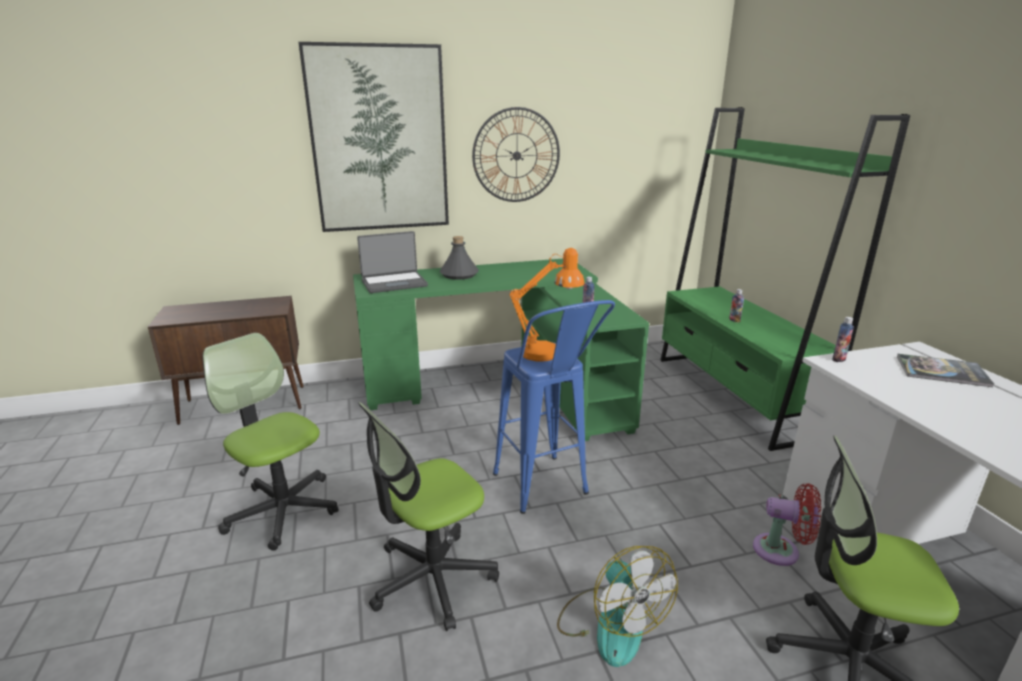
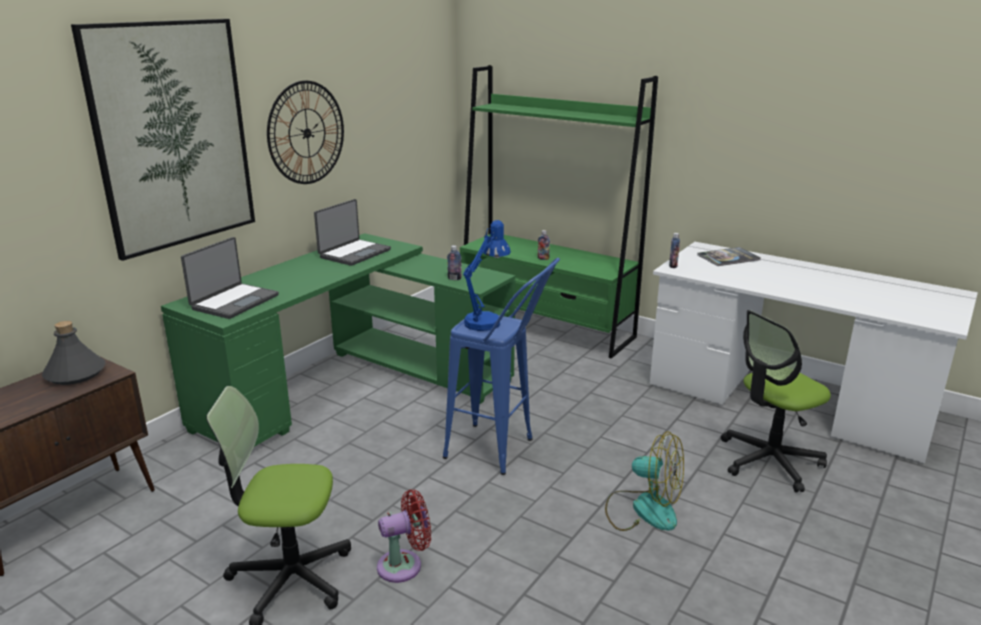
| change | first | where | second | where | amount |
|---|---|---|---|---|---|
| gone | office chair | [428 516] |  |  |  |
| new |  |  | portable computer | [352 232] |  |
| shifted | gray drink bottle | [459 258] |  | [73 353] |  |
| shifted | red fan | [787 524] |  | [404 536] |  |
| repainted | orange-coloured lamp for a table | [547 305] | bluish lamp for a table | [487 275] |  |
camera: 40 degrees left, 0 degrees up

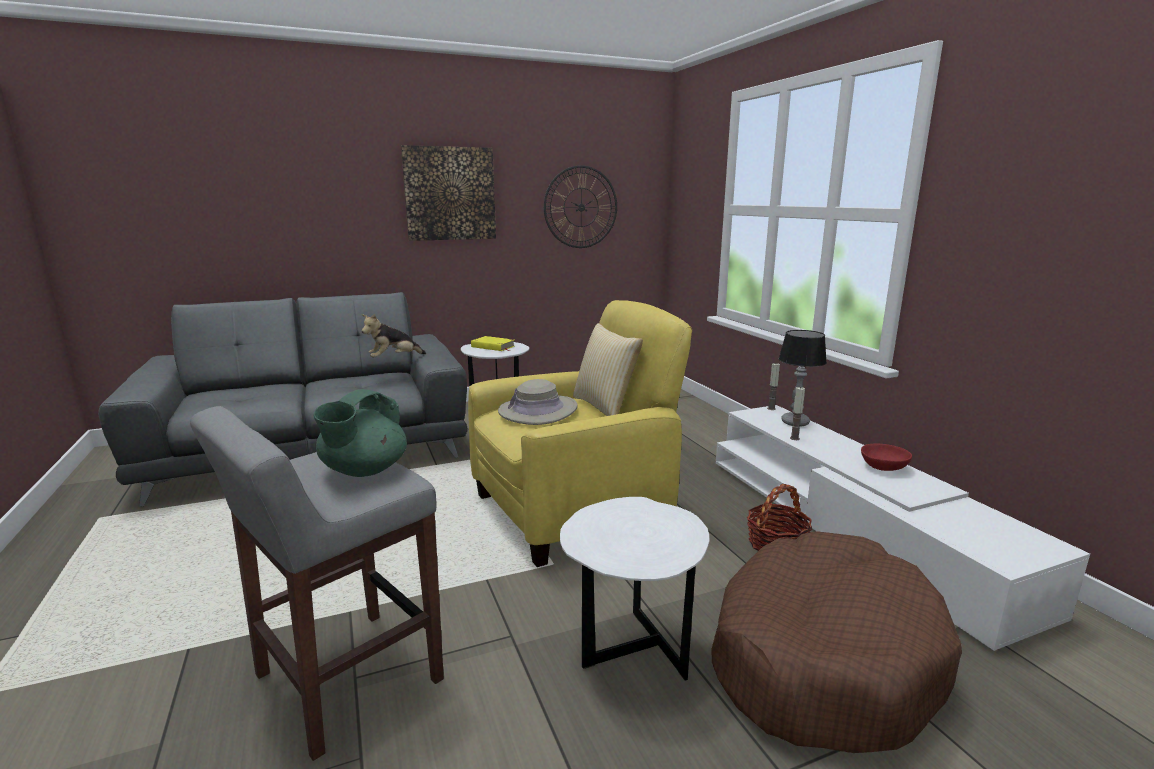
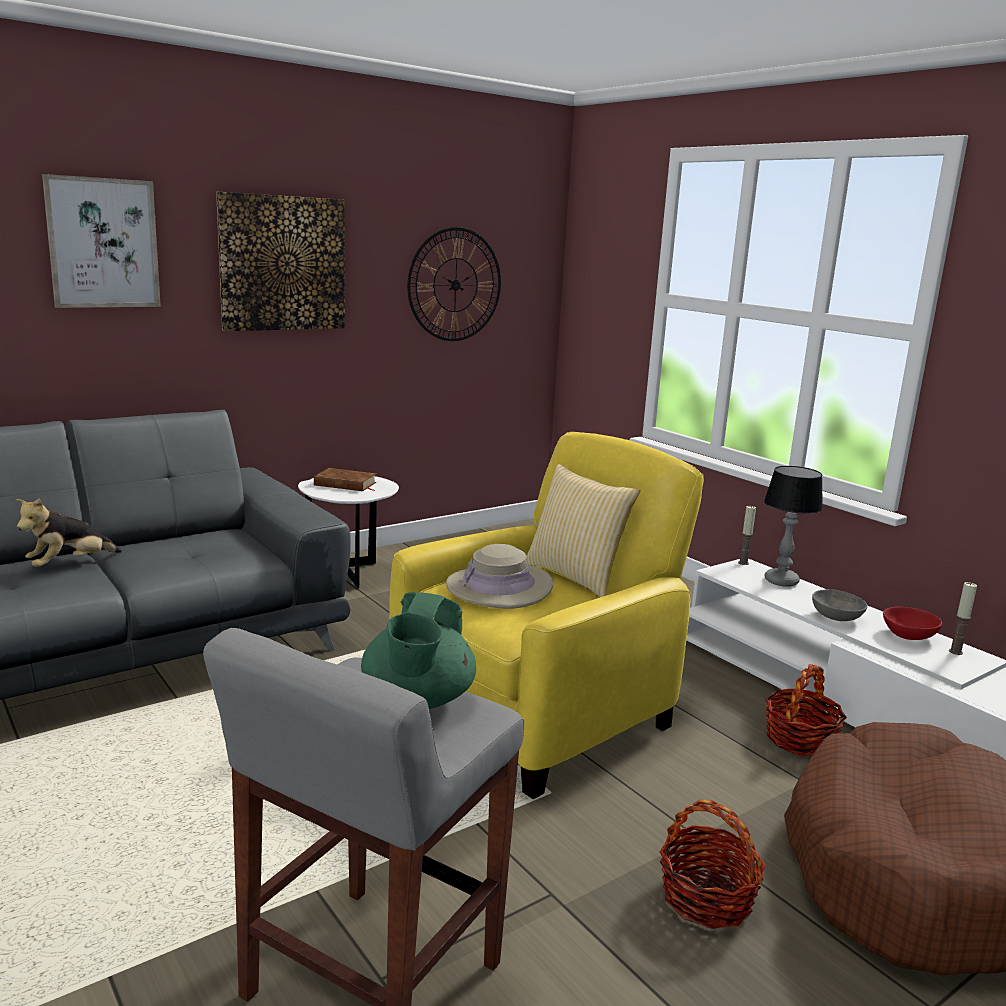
| change | first | where | second | where | amount |
|---|---|---|---|---|---|
| new |  |  | picture | [101 241] |  |
| new |  |  | gray deep dish | [840 605] |  |
| shifted | plush toy | [393 336] |  | [68 532] |  |
| shifted | wax candle | [797 413] |  | [963 618] |  |
| swapped | white-coloured accent table | [634 589] | household basket | [713 864] |  |
| repainted | yellowish volume | [493 343] | brown volume | [345 479] |  |
camera: 15 degrees left, 0 degrees up

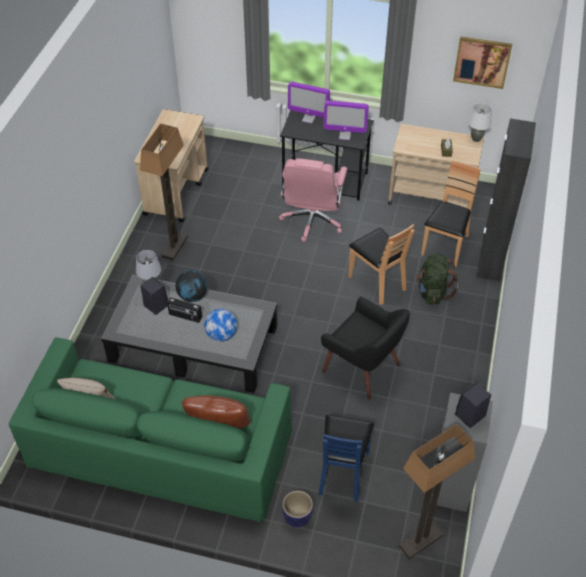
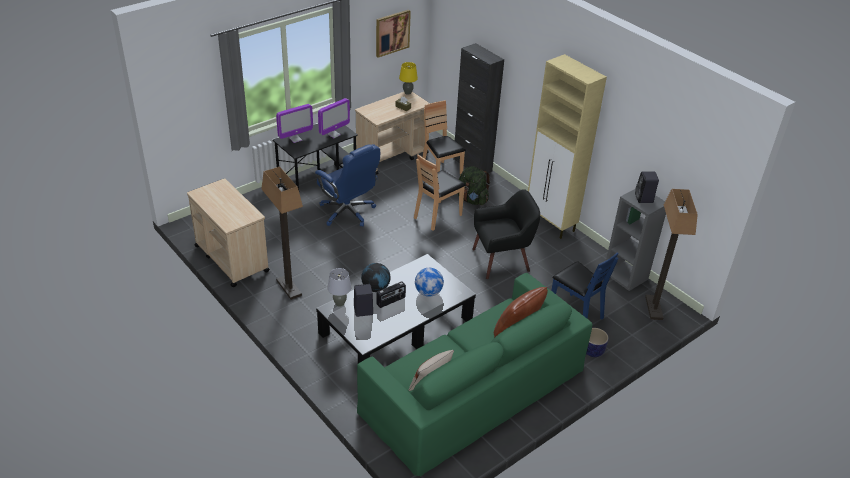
| change | first | where | second | where | amount |
|---|---|---|---|---|---|
| new |  |  | sand-coloured storage cabinet | [567 146] |  |
| repainted | pink office chair | [313 200] | bluish office chair | [347 185] |  |
| repainted | white-coloured lamp for a table | [480 122] | yellowish lamp for a table | [408 78] |  |
| rotated | brown chair | [381 264] |  | [440 192] | 135 degrees clockwise |
camera: 55 degrees left, 10 degrees down

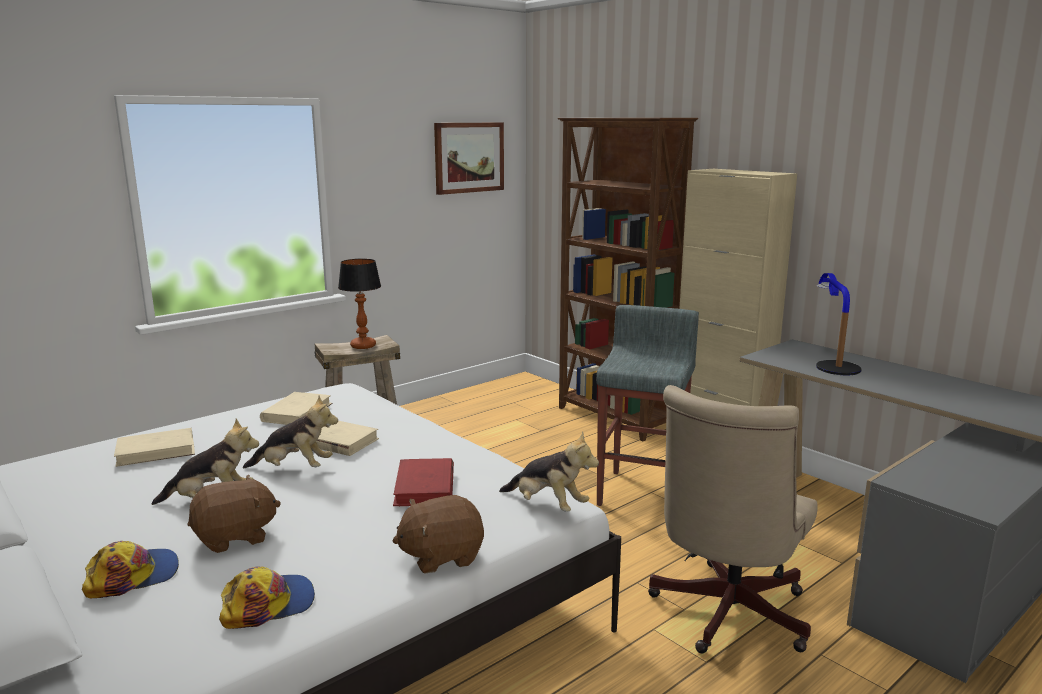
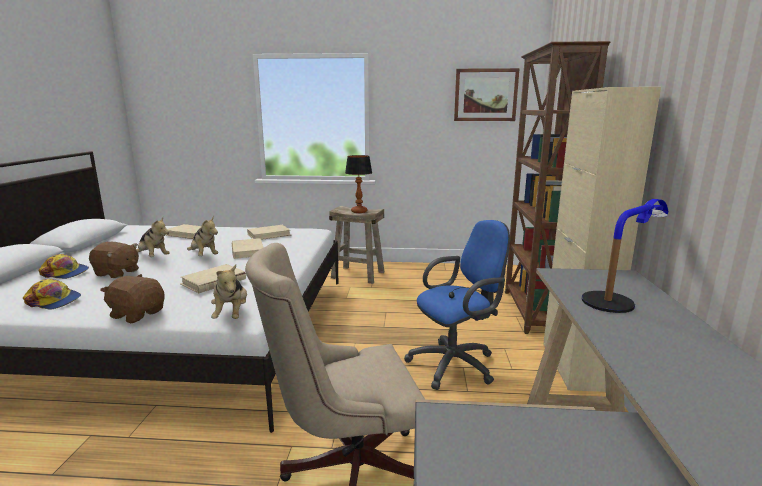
| change | first | where | second | where | amount |
|---|---|---|---|---|---|
| swapped | gray stool | [647 405] | bluish office chair | [457 305] |  |
| repainted | red volume | [423 482] | sand-coloured volume | [213 278] |  |
camera: 45 degrees right, 0 degrees up

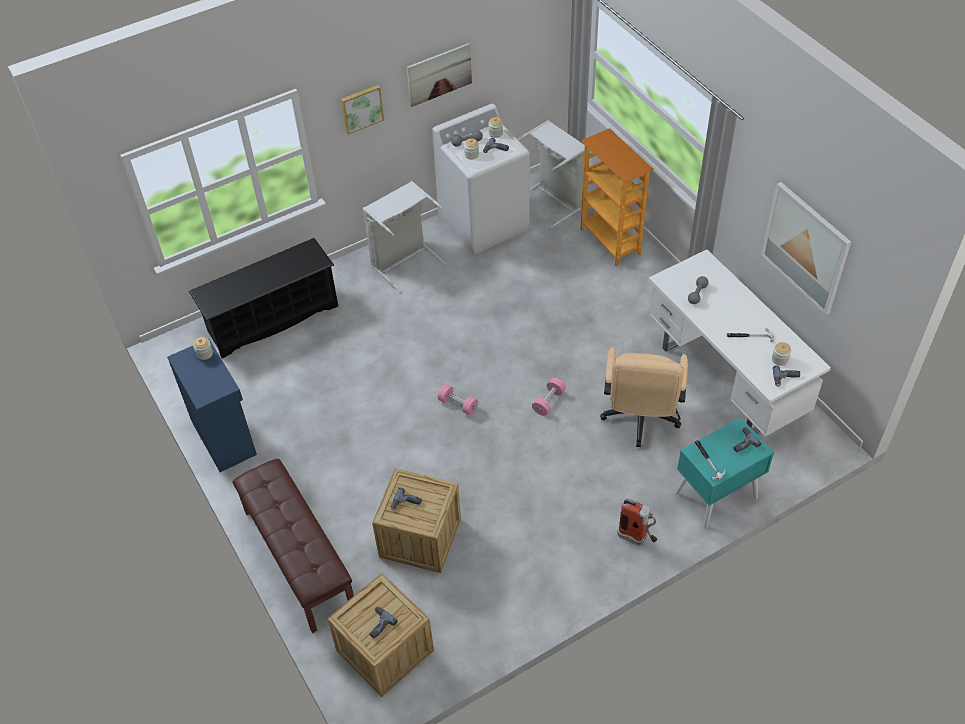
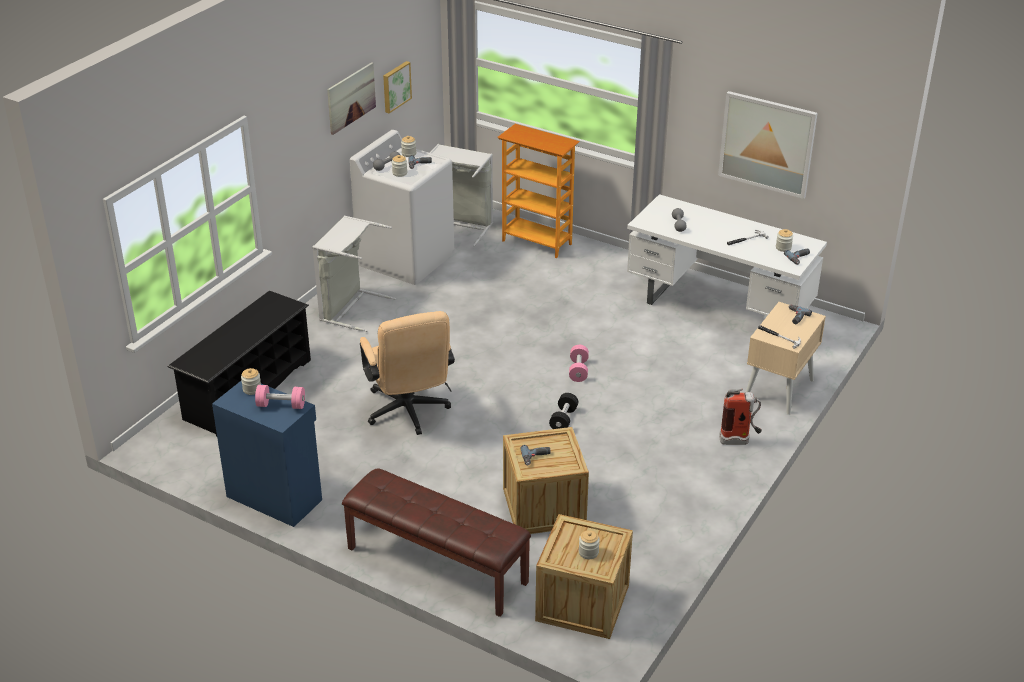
| change | first | where | second | where | amount |
|---|---|---|---|---|---|
| new |  |  | black hand weight | [563 411] |  |
| shifted | picture | [362 110] |  | [397 87] |  |
| shifted | pink hand weight | [458 399] |  | [280 397] |  |
| shifted | sand-coloured office chair | [644 397] |  | [407 373] |  |
| swapped | power drill | [384 622] | jar | [589 544] |  |
| repainted | turquoise-coloured bedside table | [724 473] | sand-coloured bedside table | [786 358] |  |
camera: 30 degrees left, 15 degrees down

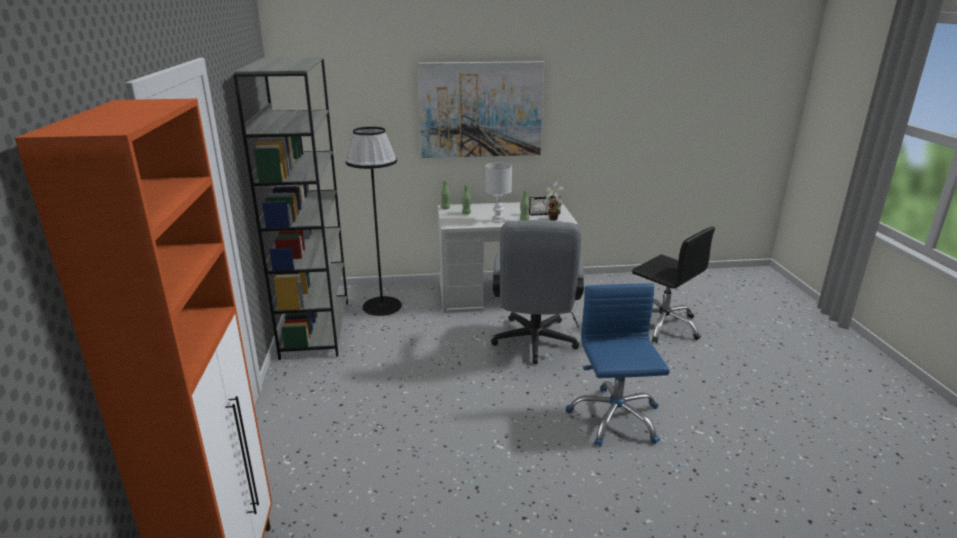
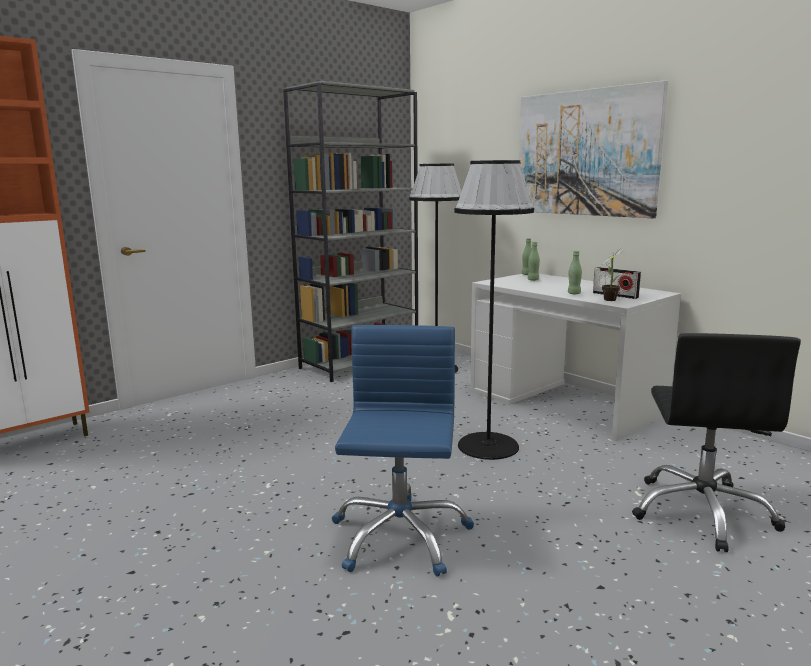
| change | first | where | second | where | amount |
|---|---|---|---|---|---|
| gone | white-coloured lamp for a table | [498 192] |  |  |  |
| swapped | gray office chair | [537 292] | black standing lamp | [494 310] |  |
| rotated | bluish office chair | [618 365] |  | [403 451] | 45 degrees counterclockwise |
camera: 55 degrees right, 10 degrees down

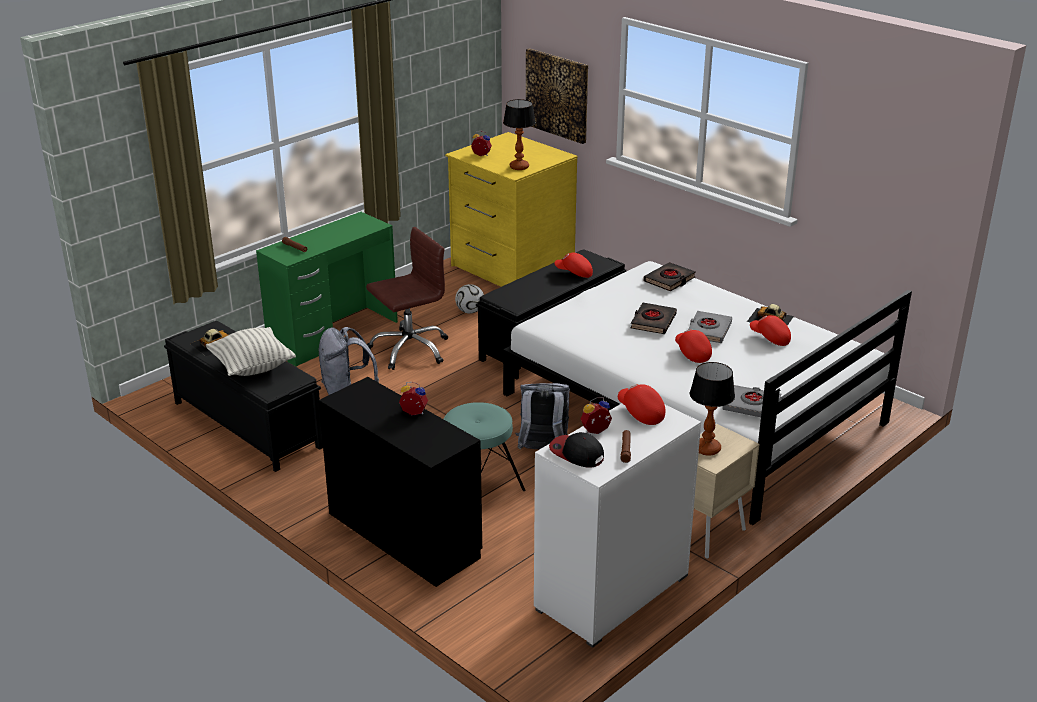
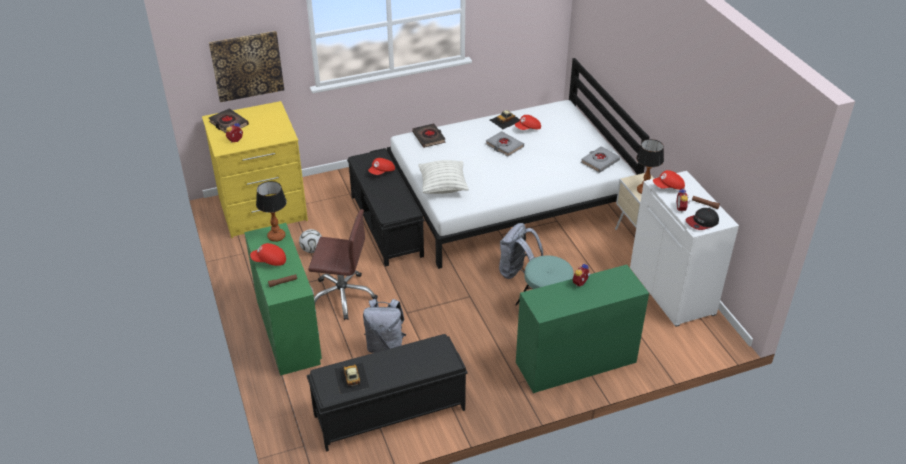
| change | first | where | second | where | amount |
|---|---|---|---|---|---|
| shifted | throw pillow | [251 351] |  | [444 177] |  |
| shifted | lamp for a table | [519 134] |  | [271 211] |  |
| shifted | black volume | [653 318] |  | [229 120] |  |
| shifted | red baseball cap | [693 346] |  | [268 254] |  |
| repainted | black desk unit | [400 482] | green-coloured desk unit | [582 329] |  |
| rotated | brown office chair | [407 298] |  | [343 264] | 105 degrees clockwise |
camera: 65 degrees left, 10 degrees up

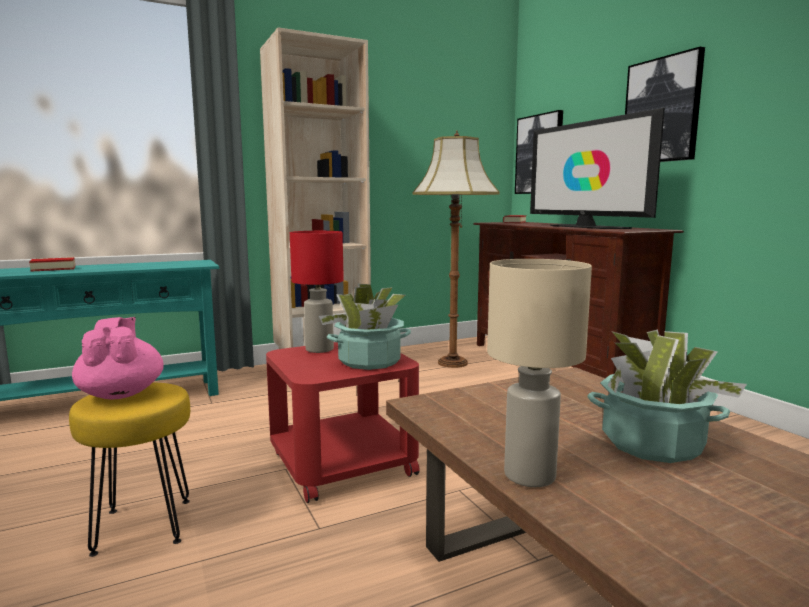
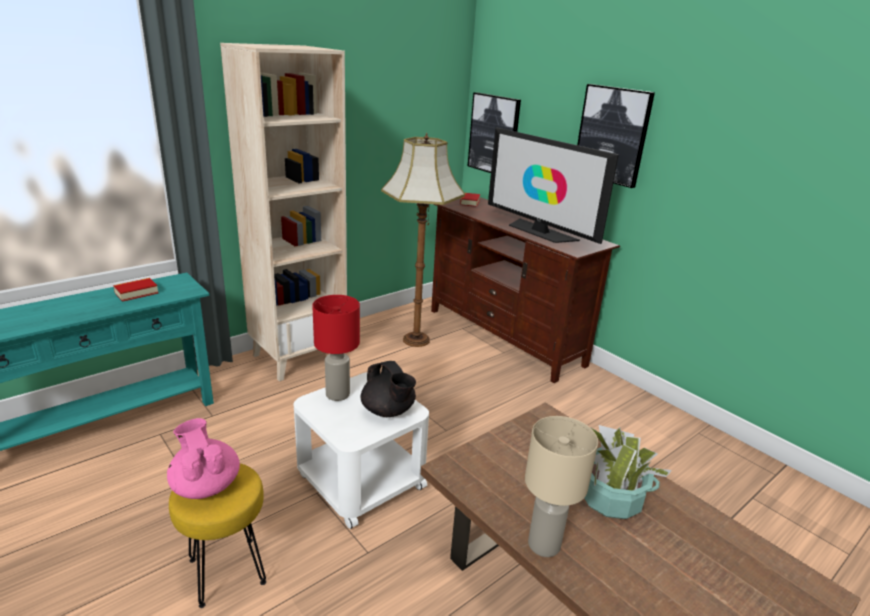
| change | first | where | second | where | amount |
|---|---|---|---|---|---|
| shifted | volume | [52 264] |  | [136 290] |  |
| swapped | plant in a pot | [365 327] | black pot for tea | [388 389] |  |
| repainted | red accent table | [343 422] | white-coloured accent table | [361 450] |  |
camera: 15 degrees left, 15 degrees up

